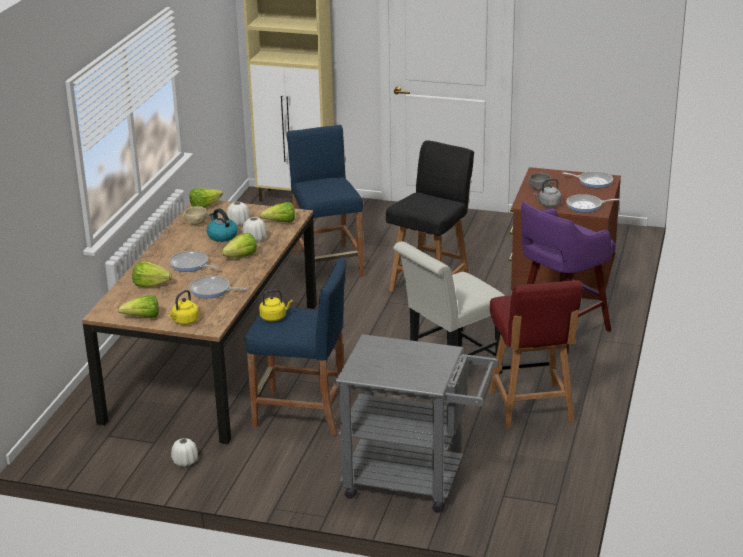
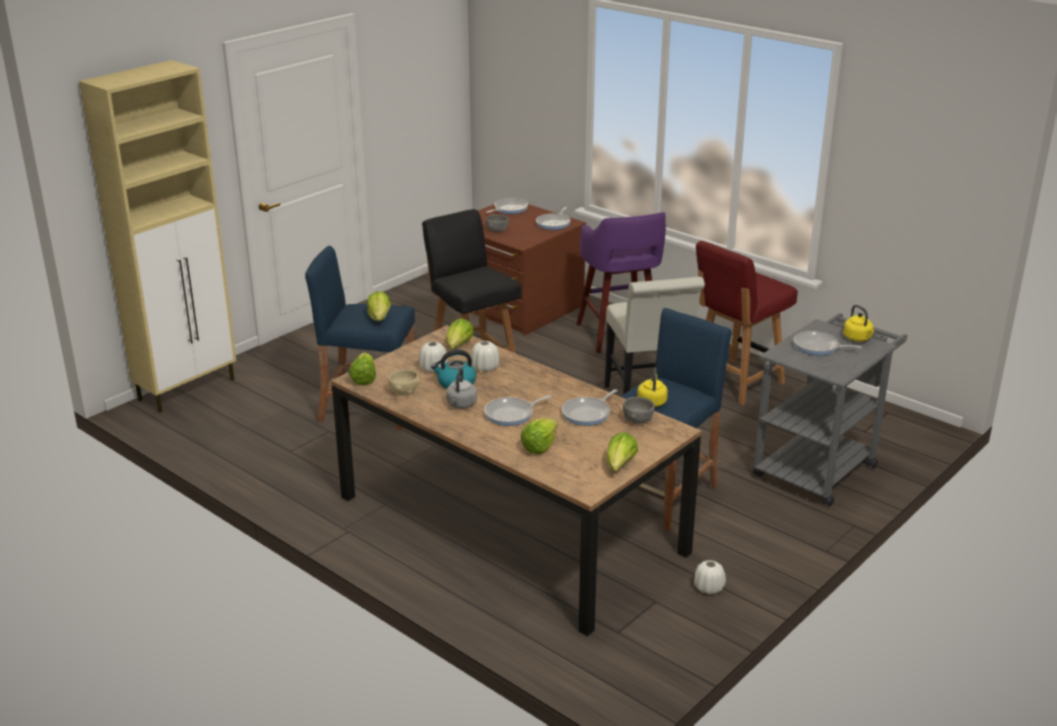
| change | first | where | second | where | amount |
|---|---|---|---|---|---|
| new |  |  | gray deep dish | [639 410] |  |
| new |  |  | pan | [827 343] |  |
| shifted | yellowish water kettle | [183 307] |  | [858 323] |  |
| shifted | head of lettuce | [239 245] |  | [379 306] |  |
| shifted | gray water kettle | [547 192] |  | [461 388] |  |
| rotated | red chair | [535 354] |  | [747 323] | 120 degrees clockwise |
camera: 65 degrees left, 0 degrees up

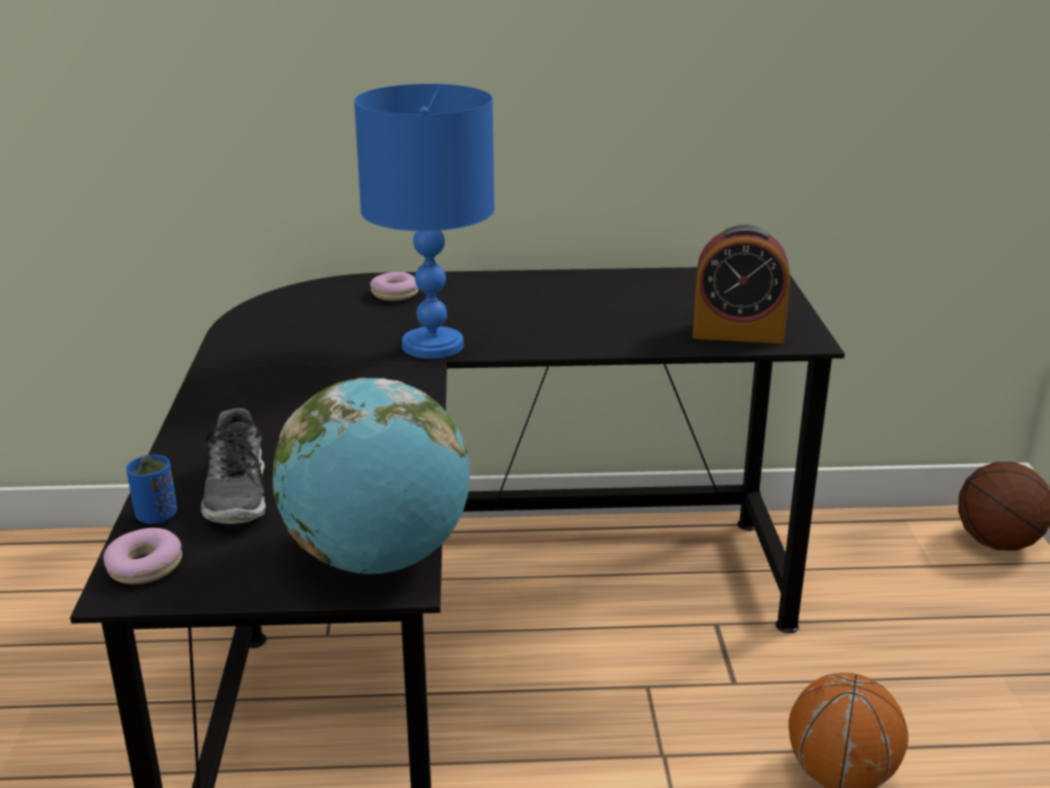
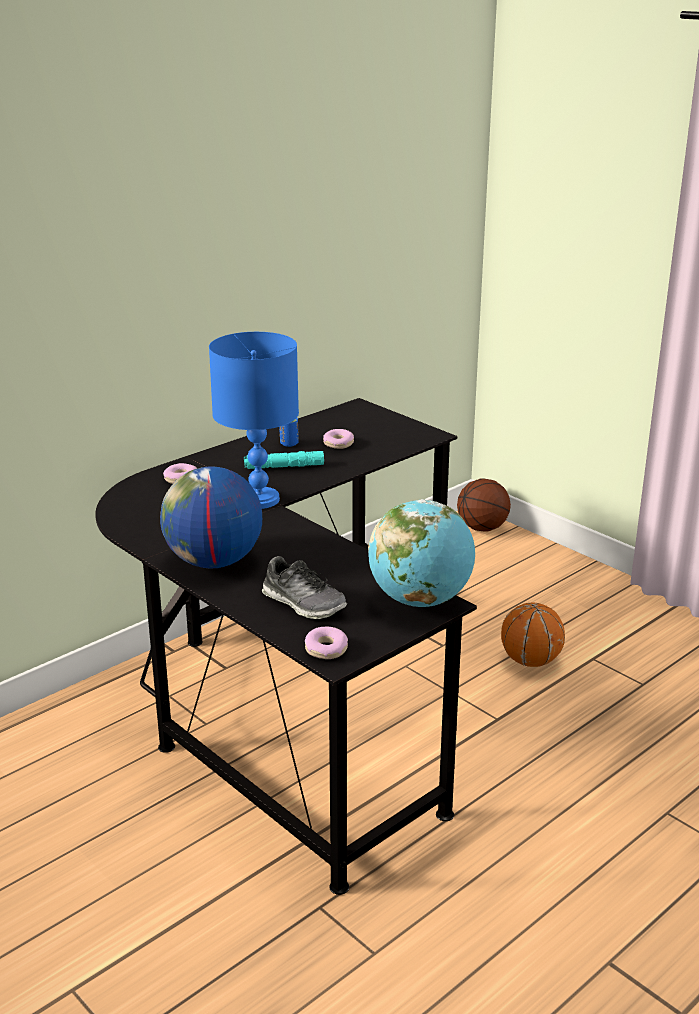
| change | first | where | second | where | amount |
|---|---|---|---|---|---|
| gone | table clock | [741 284] |  |  |  |
| new |  |  | desk globe | [211 517] |  |
| new |  |  | turquoise-coloured hand torch | [284 460] |  |
| new |  |  | ring doughnut | [338 439] |  |
| shifted | bluish drinking cup | [151 489] |  | [289 432] |  |
camera: 40 degrees left, 0 degrees up

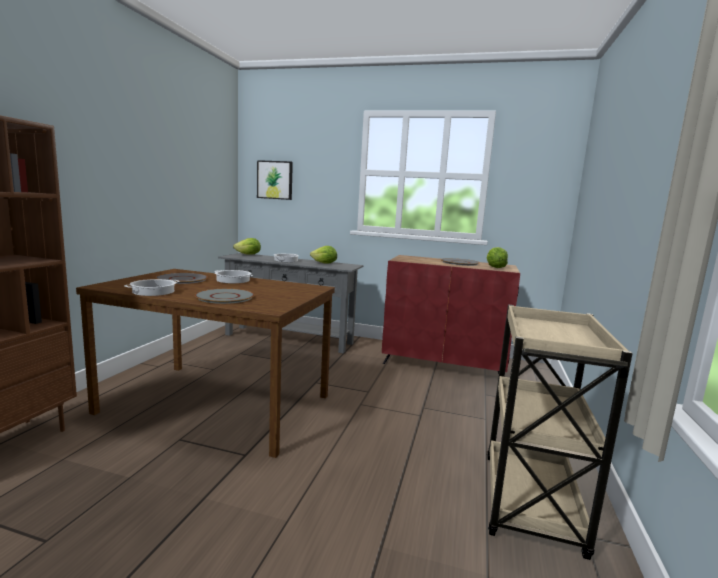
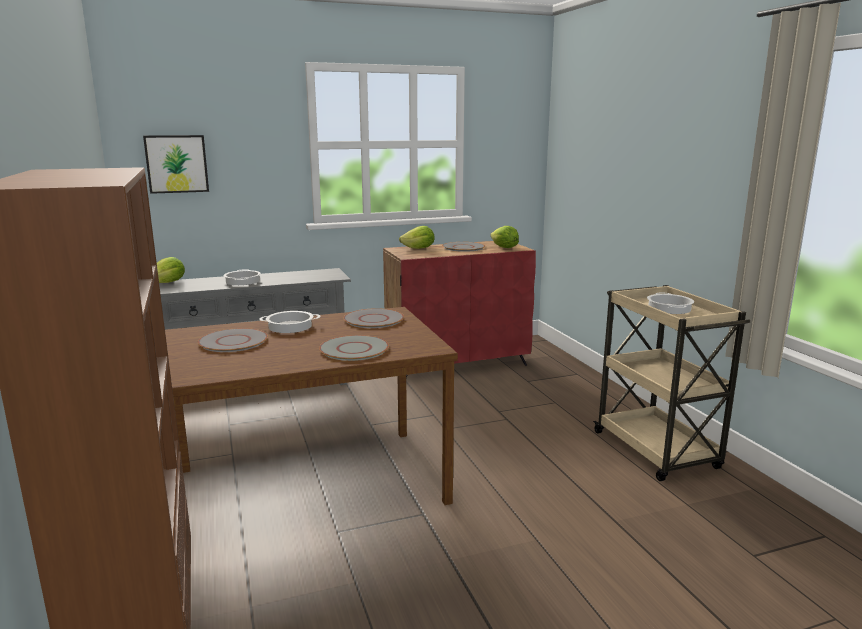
| change | first | where | second | where | amount |
|---|---|---|---|---|---|
| new |  |  | gray flat dish | [373 318] |  |
| shifted | saucepot | [152 287] |  | [670 303] |  |
| shifted | head of lettuce | [323 255] |  | [417 237] |  |
camera: 35 degrees left, 5 degrees up

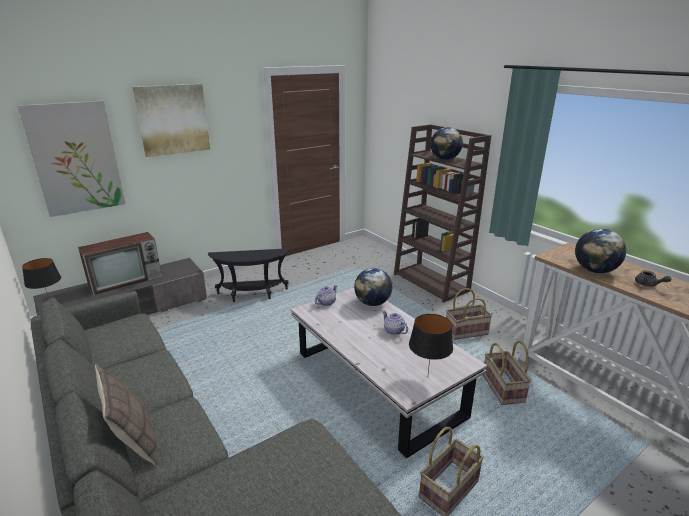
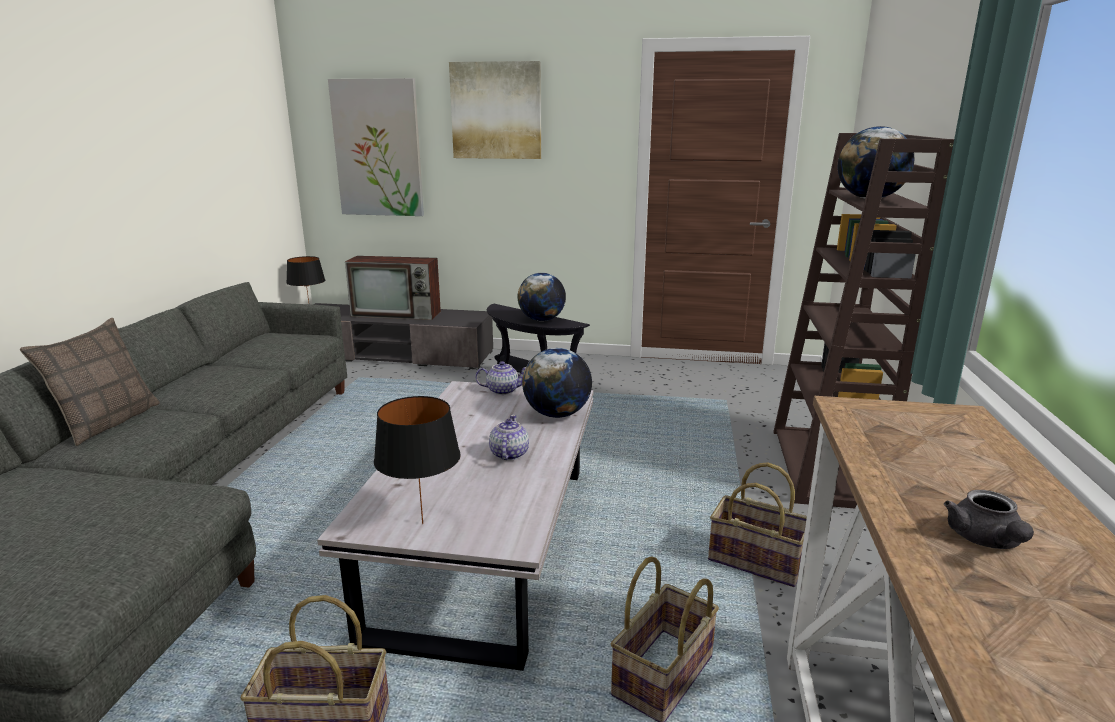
| change | first | where | second | where | amount |
|---|---|---|---|---|---|
| shifted | desk globe | [600 251] |  | [542 297] |  |
camera: 45 degrees right, 5 degrees down

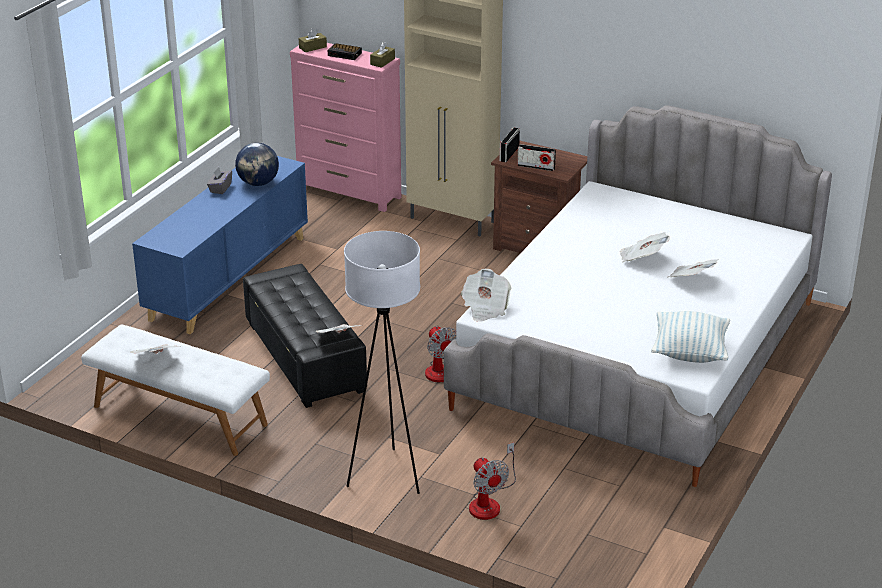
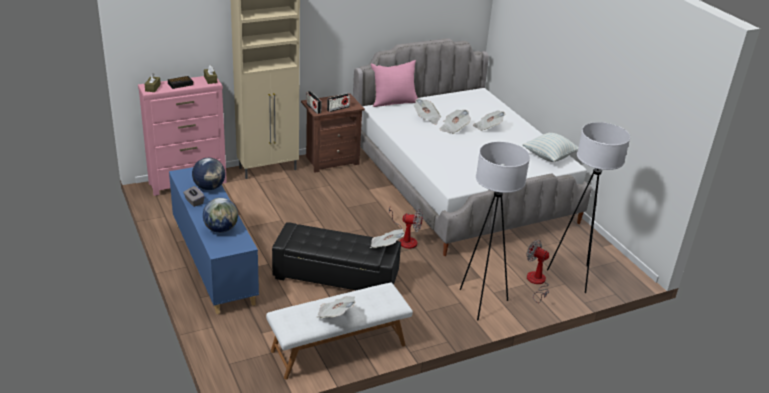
| change | first | where | second | where | amount |
|---|---|---|---|---|---|
| new |  |  | desk globe | [220 215] |  |
| new |  |  | pink throw pillow | [394 83] |  |
| new |  |  | white-coloured standing lamp | [588 207] |  |
| shifted | newspaper | [486 295] |  | [427 111] |  |
| rotated | fan | [492 481] |  | [537 271] | 150 degrees counterclockwise |
camera: 55 degrees left, 0 degrees up

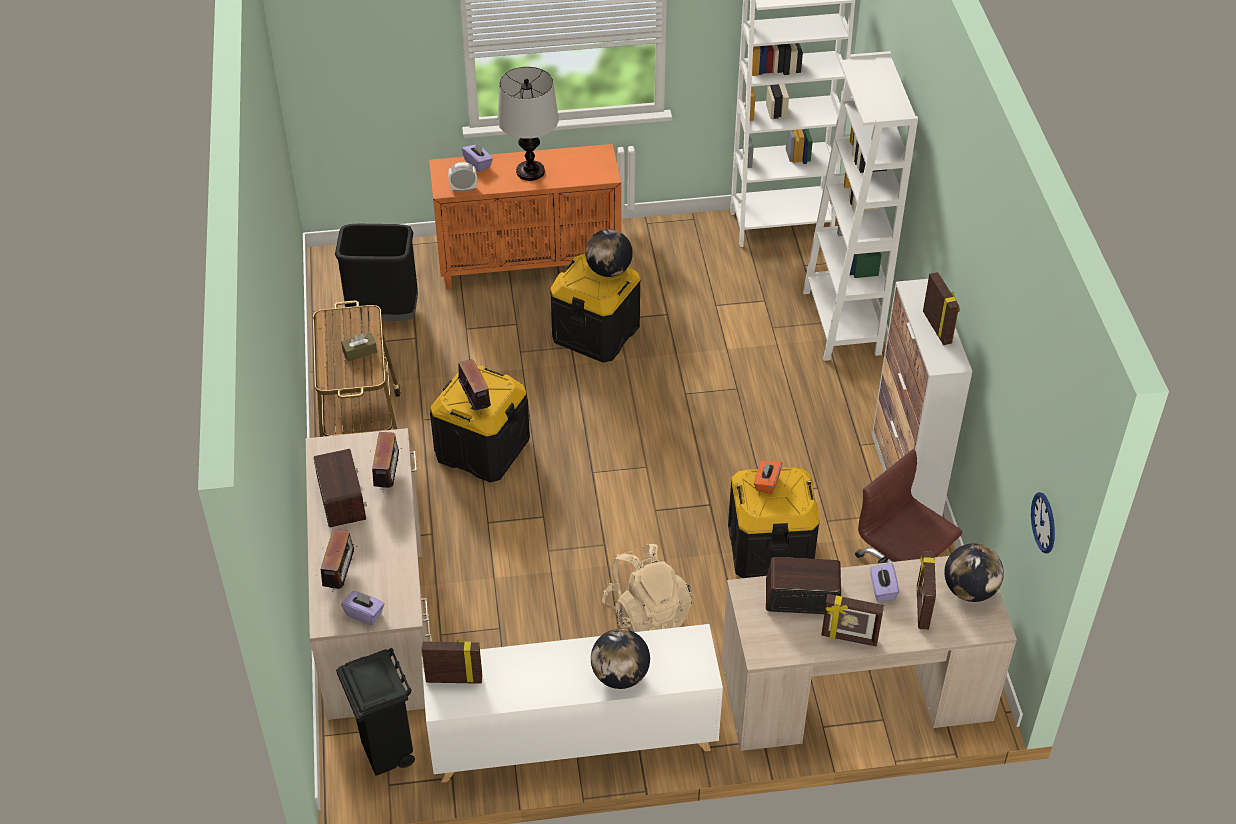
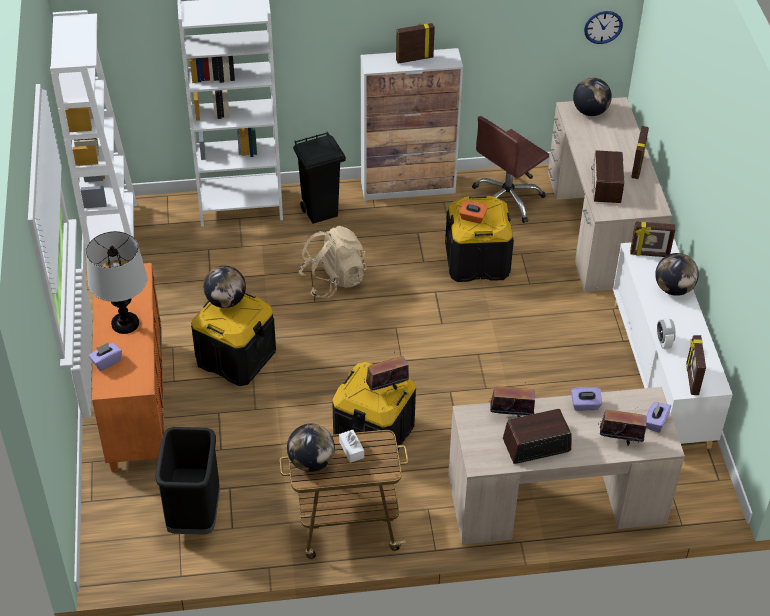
| change | first | where | second | where | amount |
|---|---|---|---|---|---|
| new |  |  | desk globe | [311 448] |  |
| shifted | black rubbish bin | [375 712] |  | [319 178] |  |
| shifted | table clock | [462 177] |  | [666 333] |  |
| shifted | sand-coloured backpack | [647 588] |  | [332 262] |  |
| shifted | purple-coloured box of tissues | [884 582] |  | [586 399] |  |
| shifted | standing frame | [926 590] |  | [653 239] |  |
| repainted | brown box of tissues | [359 347] | white-coloured box of tissues | [351 446] |  |
camera: 90 degrees left, 0 degrees up

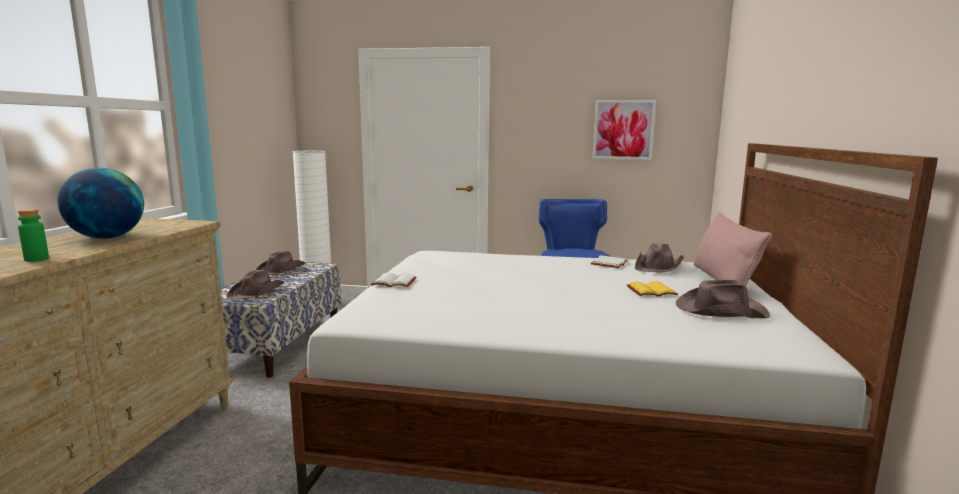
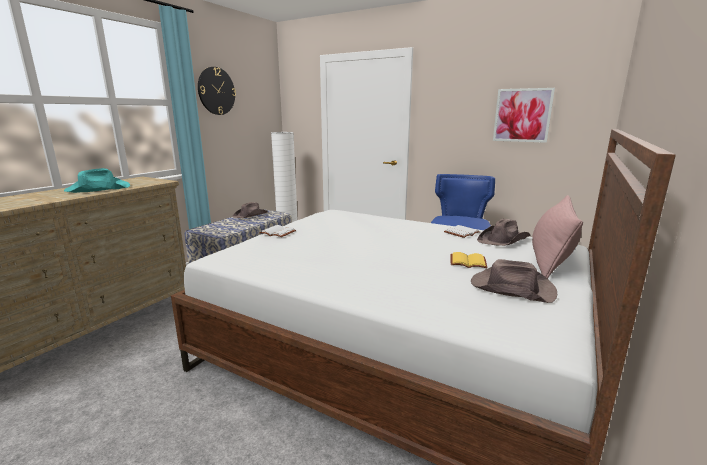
| change | first | where | second | where | amount |
|---|---|---|---|---|---|
| gone | green-coloured drink bottle | [33 235] |  |  |  |
| gone | brown hat | [255 284] |  |  |  |
| new |  |  | clock on the wall | [217 91] |  |
| swapped | desk globe | [100 203] | turquoise-coloured hat | [97 180] |  |
camera: 20 degrees right, 5 degrees up

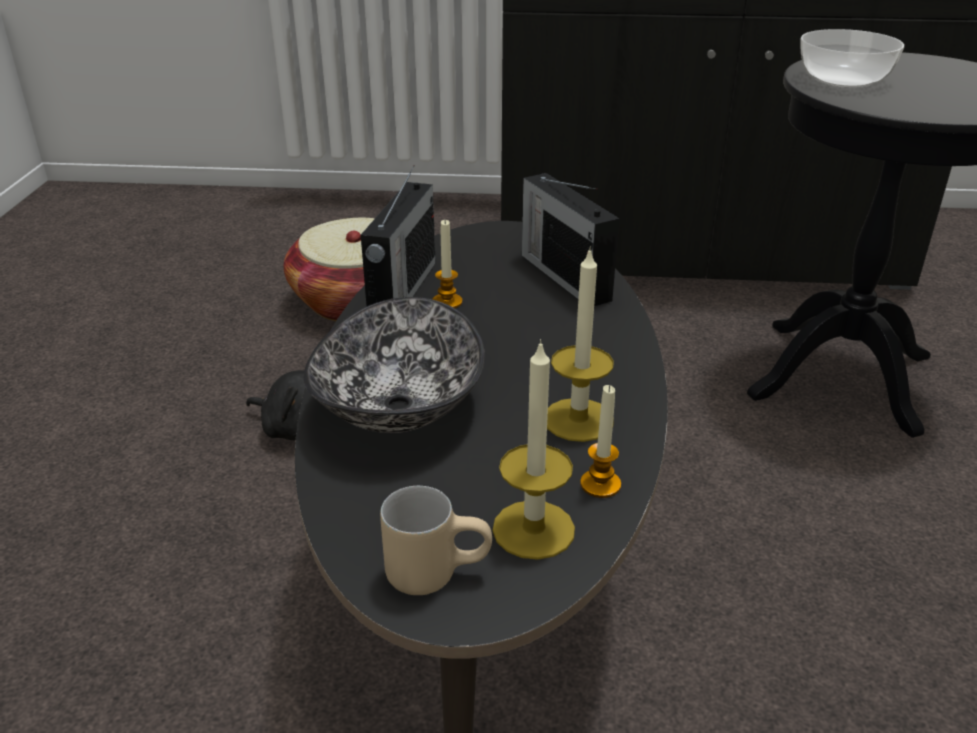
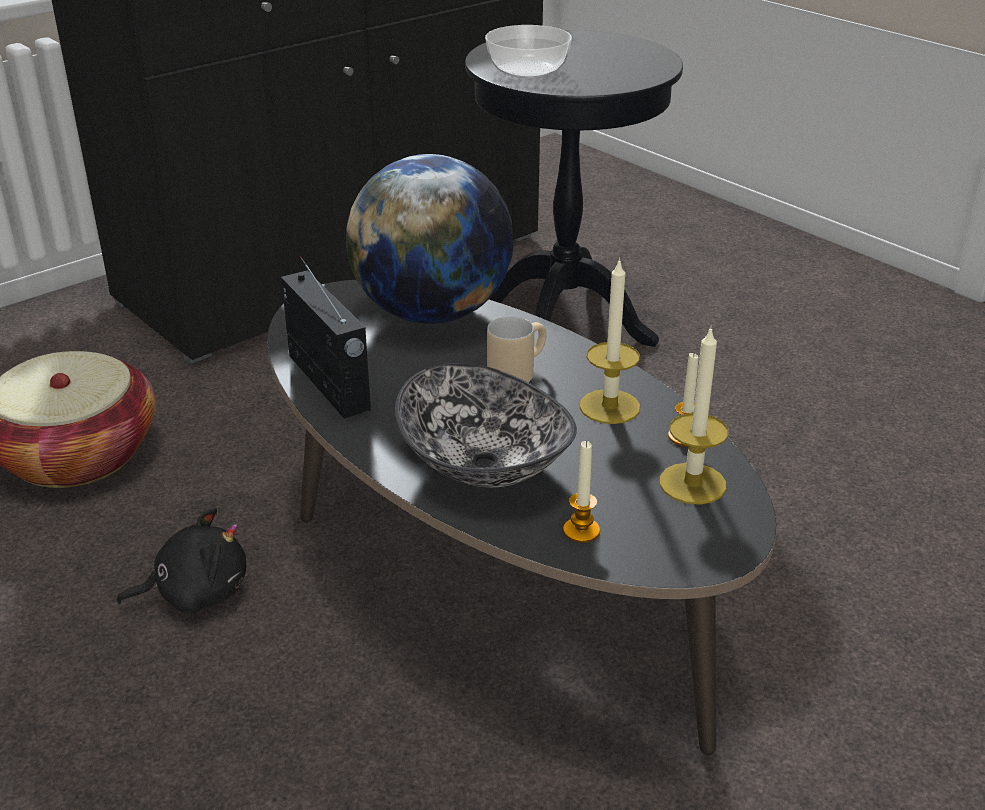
| change | first | where | second | where | amount |
|---|---|---|---|---|---|
| shifted | sand-coloured mug | [436 540] |  | [517 349] |  |
| shifted | wax candle | [447 264] |  | [581 492] |  |
| swapped | radio | [570 239] | desk globe | [430 239] |  |
camera: 45 degrees left, 0 degrees up

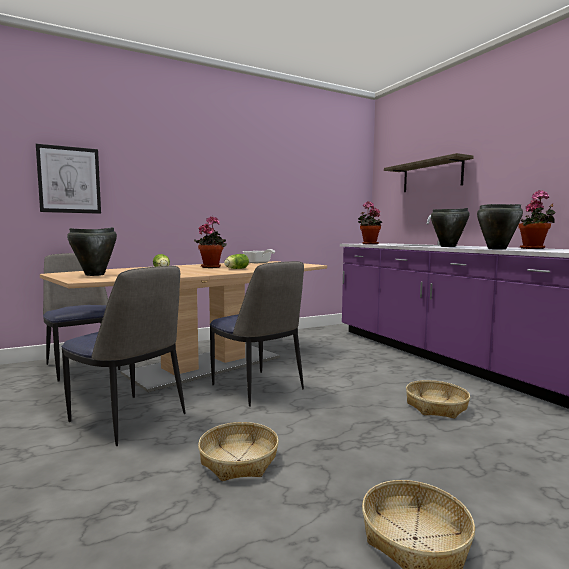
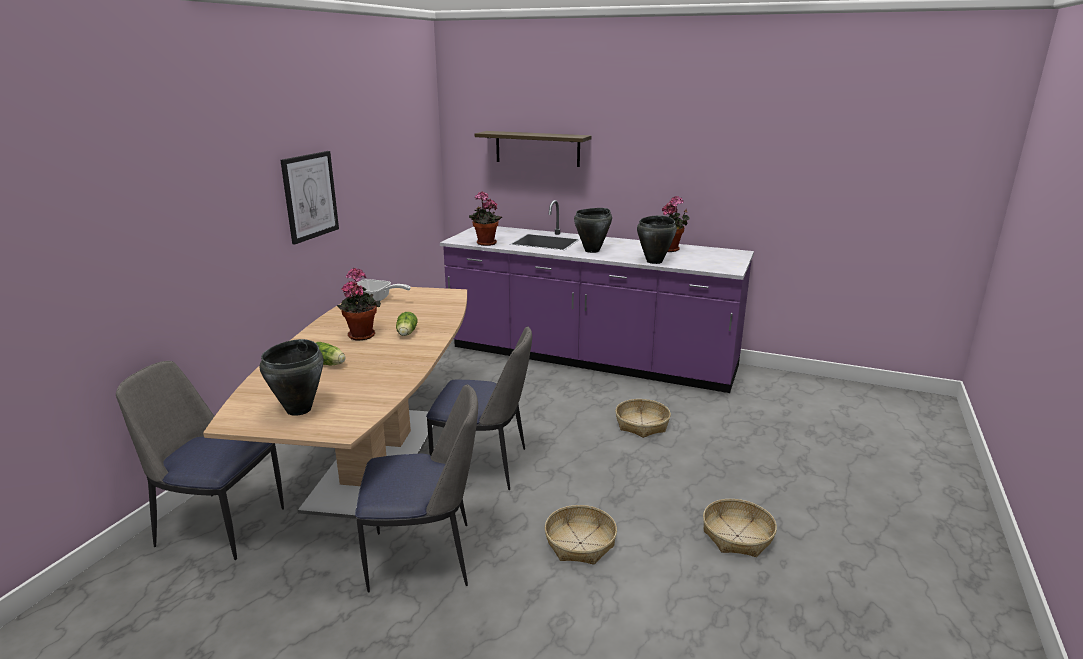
| change | first | where | second | where | amount |
|---|---|---|---|---|---|
| shifted | picture | [68 179] |  | [309 197] |  |
camera: 40 degrees left, 15 degrees up

